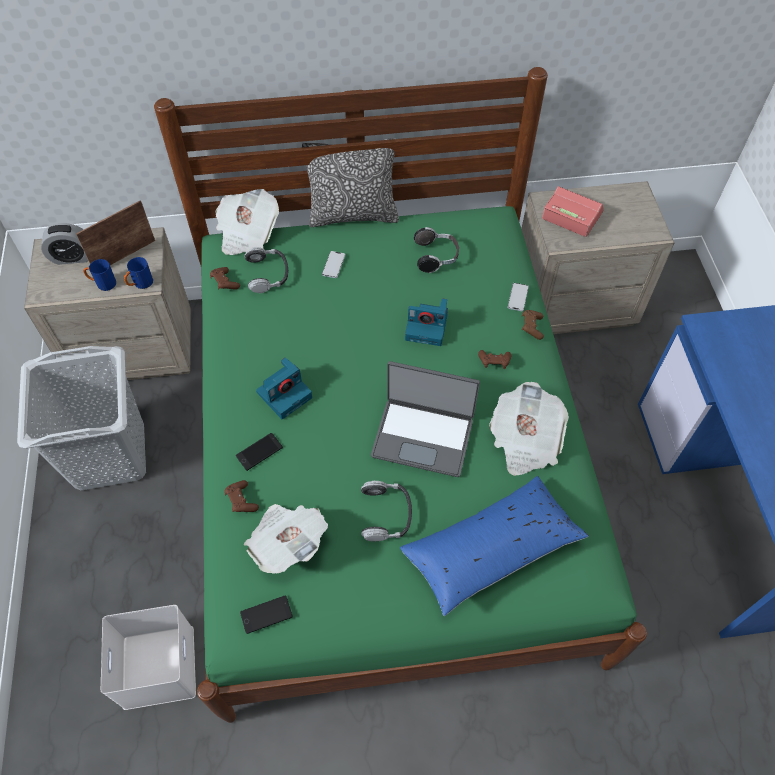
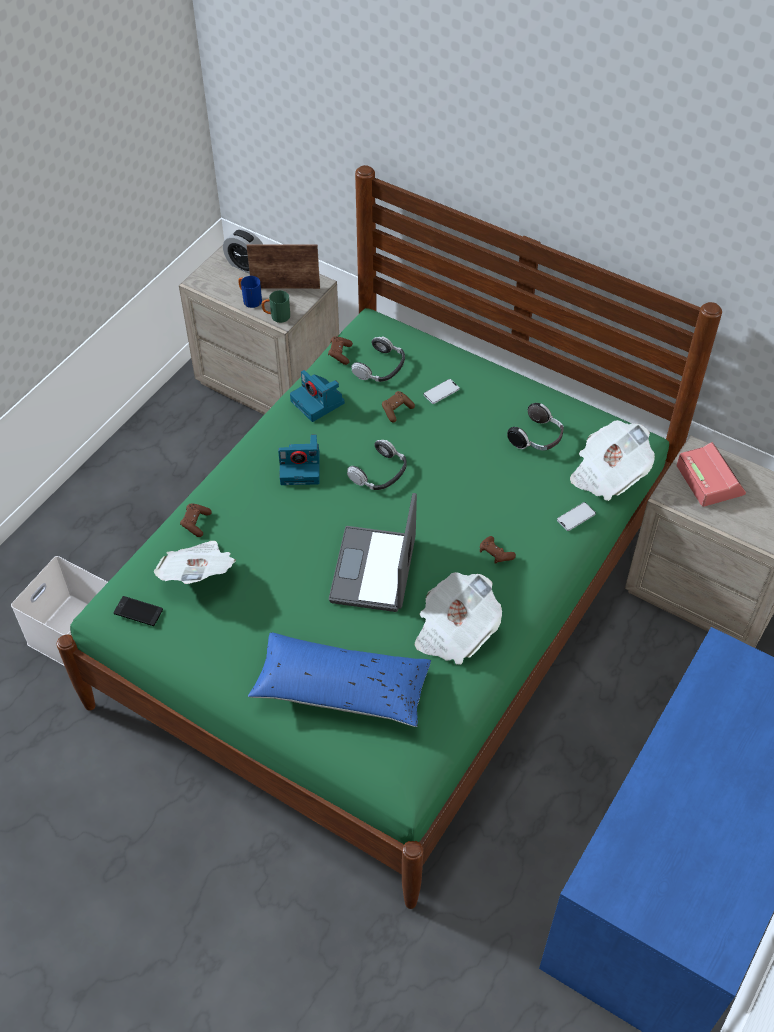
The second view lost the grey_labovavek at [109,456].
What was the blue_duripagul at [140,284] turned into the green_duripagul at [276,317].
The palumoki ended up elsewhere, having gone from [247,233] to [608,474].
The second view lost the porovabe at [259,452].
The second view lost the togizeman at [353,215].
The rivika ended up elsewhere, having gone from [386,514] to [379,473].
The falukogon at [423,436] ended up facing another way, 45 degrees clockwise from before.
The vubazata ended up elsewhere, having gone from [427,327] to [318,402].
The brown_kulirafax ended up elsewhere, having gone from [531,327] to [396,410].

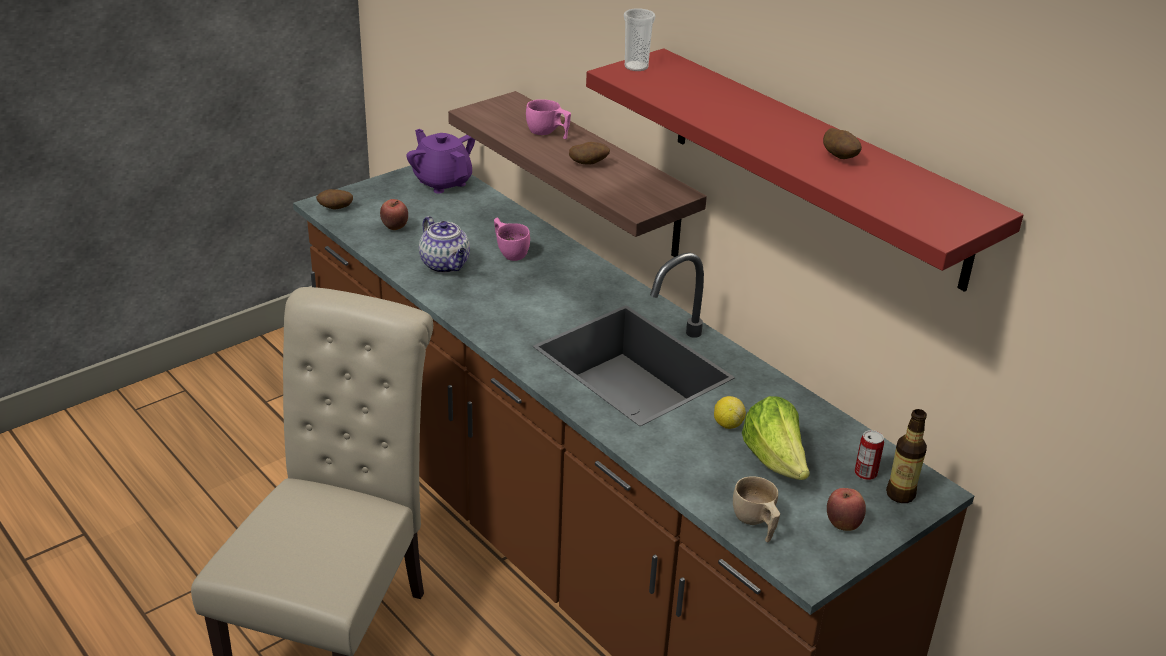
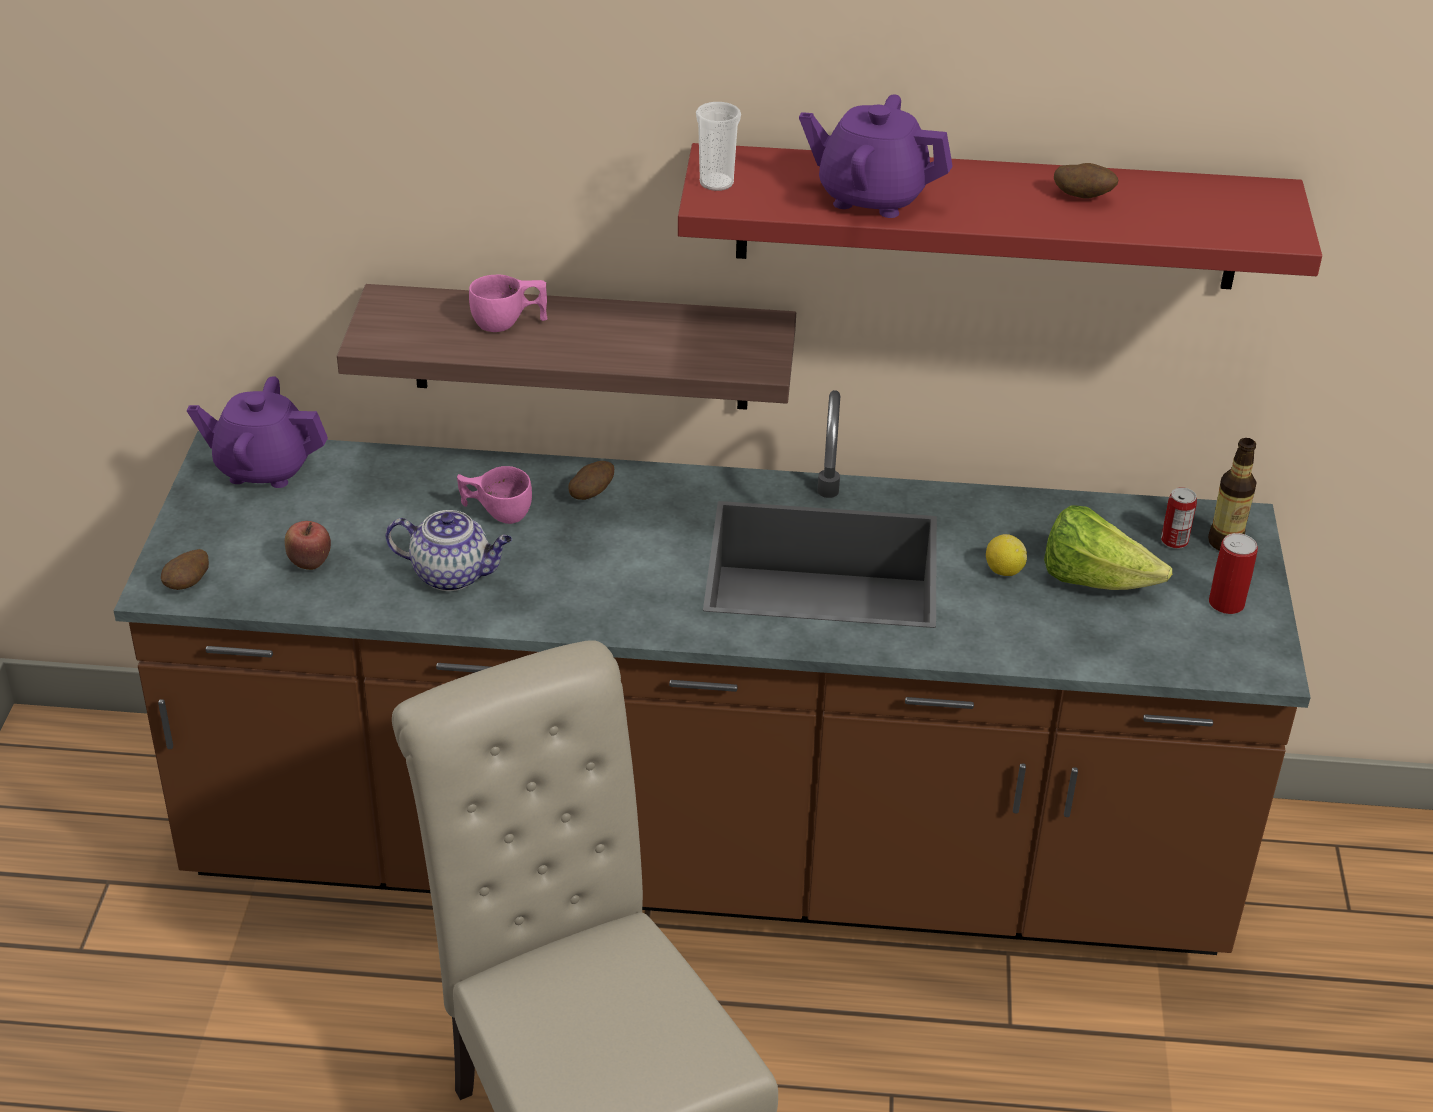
The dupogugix ended up elsewhere, having gone from [589,164] to [591,494].
The second view lost the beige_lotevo at [755,523].
Where the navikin stood at [842,524], the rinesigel came to stand at [1226,603].
The second view gained the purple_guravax at [871,196].

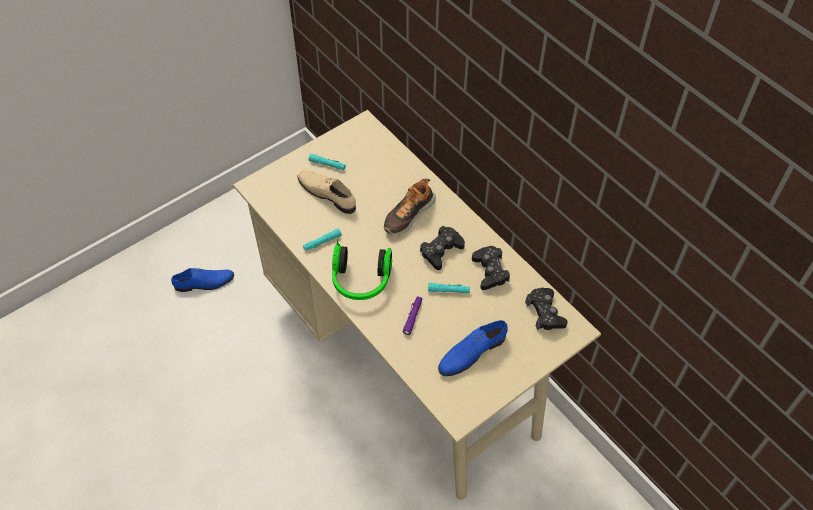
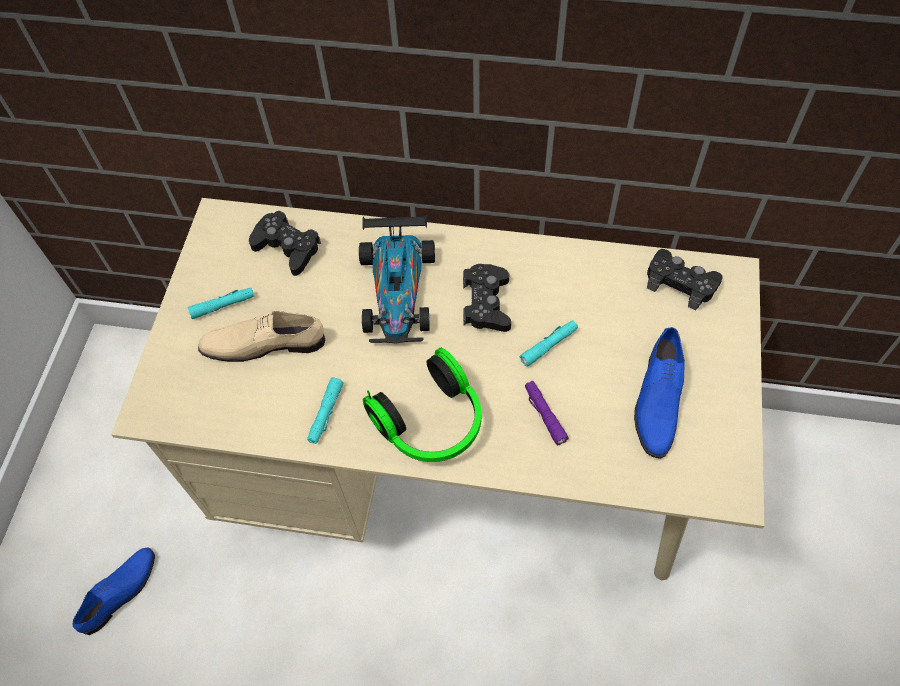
Where the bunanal stood at [408,214], the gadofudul came to stand at [398,290].
The black_kulirafax ended up elsewhere, having gone from [490,271] to [287,248].

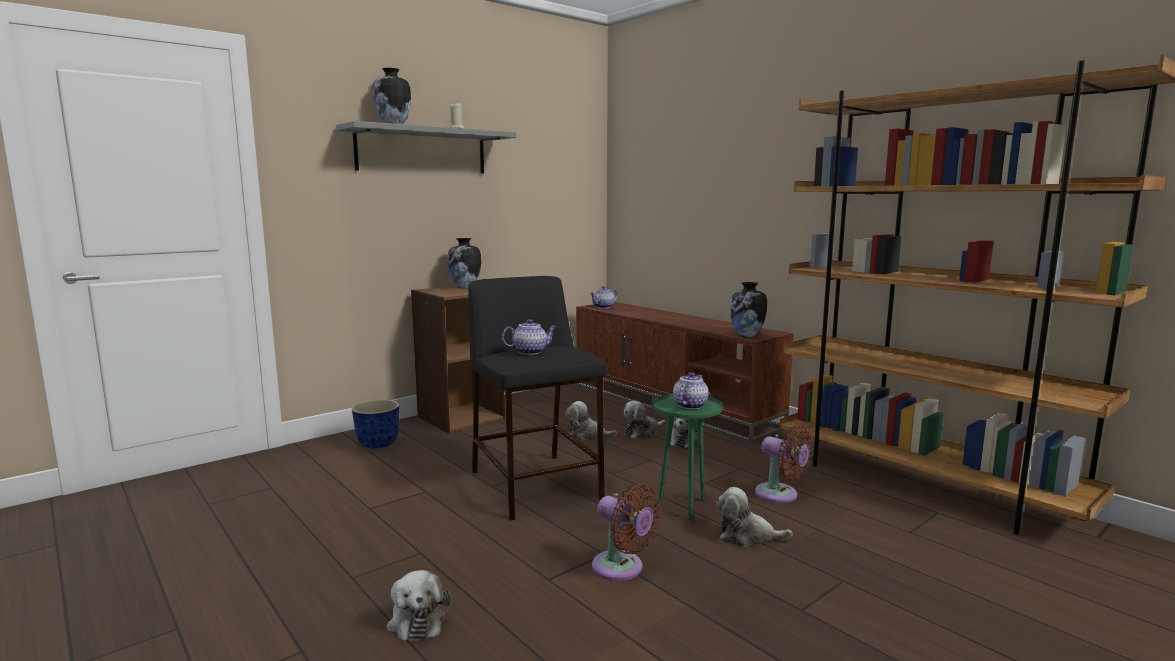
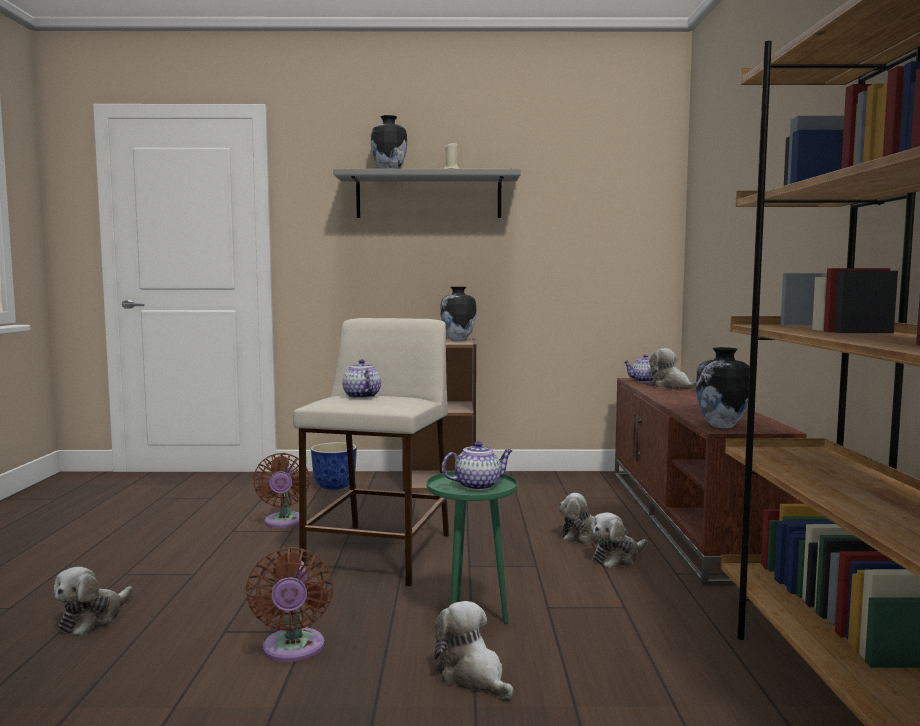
What was the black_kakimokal at [536,485] turned into the beige_kakimokal at [379,554].
The guravax at [530,351] ended up facing another way, 135 degrees counterclockwise from before.
The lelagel ended up elsewhere, having gone from [587,435] to [671,387].
The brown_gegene ended up elsewhere, having gone from [780,495] to [284,522].

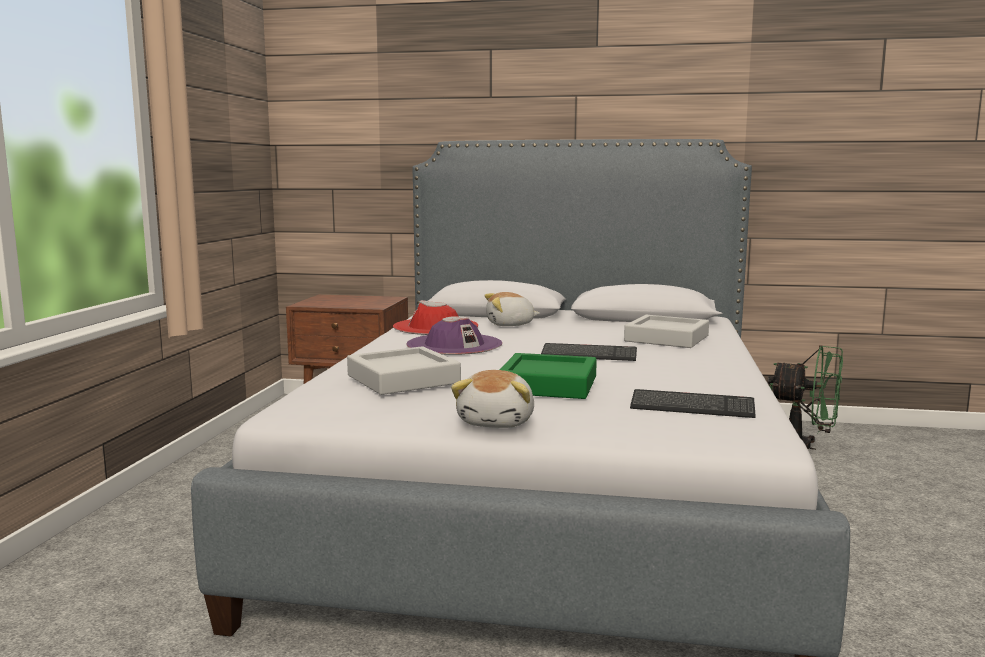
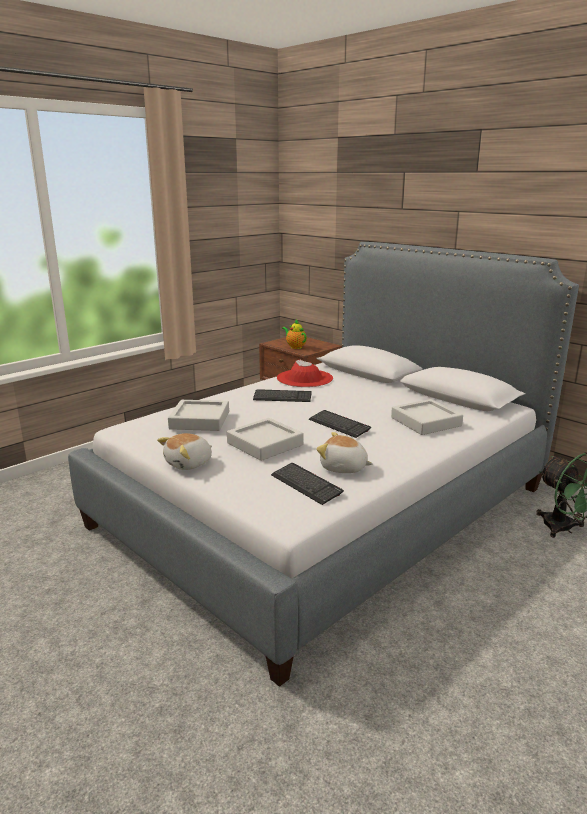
Where the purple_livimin stood at [454,344], the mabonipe came to stand at [282,397].
The lelagel ended up elsewhere, having gone from [510,325] to [343,468].
What was the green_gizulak at [548,385] turned into the grey_gizulak at [265,444].
The second view gained the guravax at [295,347].

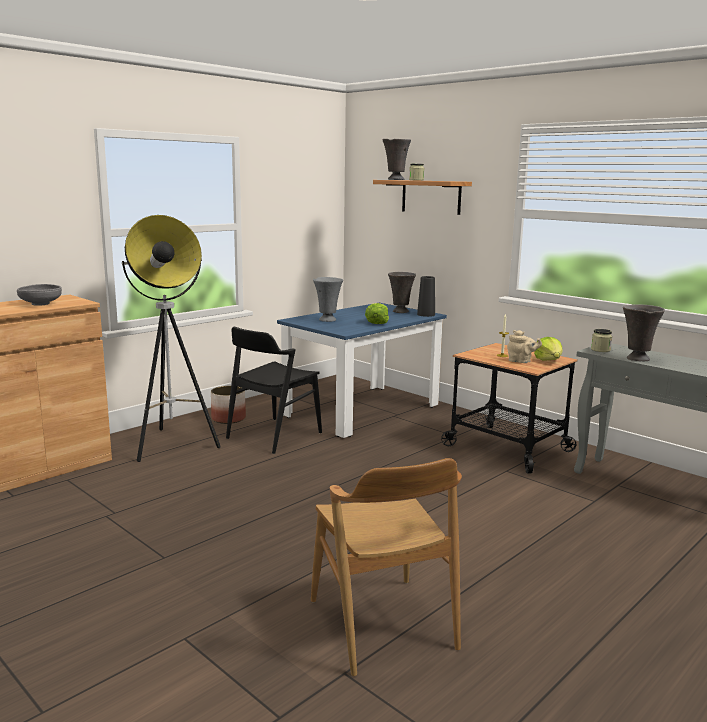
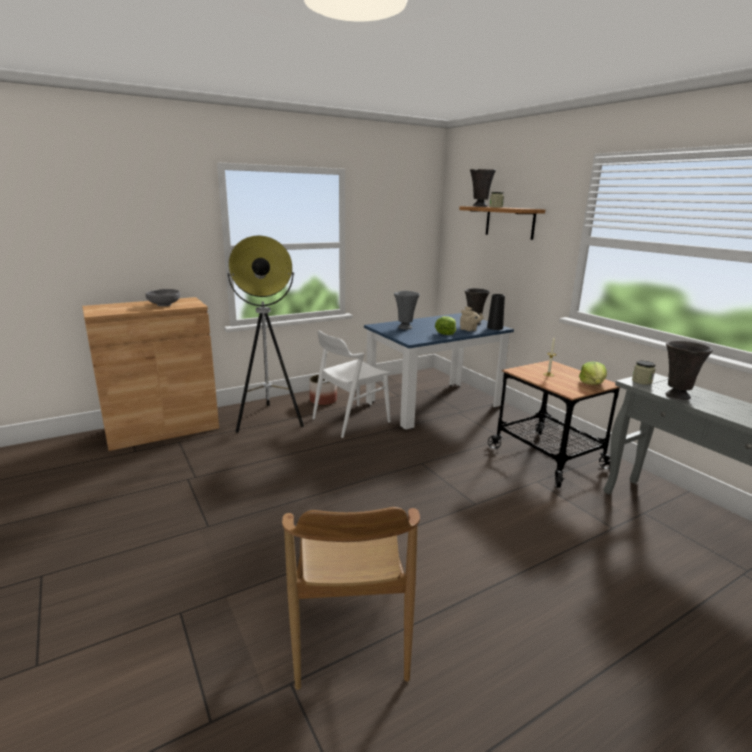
What was the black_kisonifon at [273,435] turned into the white_kisonifon at [350,420].
The beige_guravax ended up elsewhere, having gone from [521,361] to [469,330].

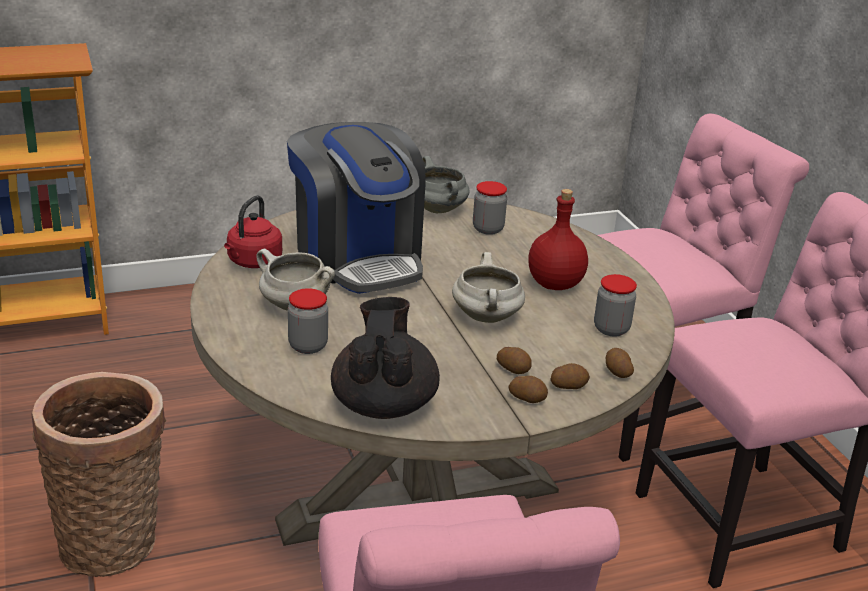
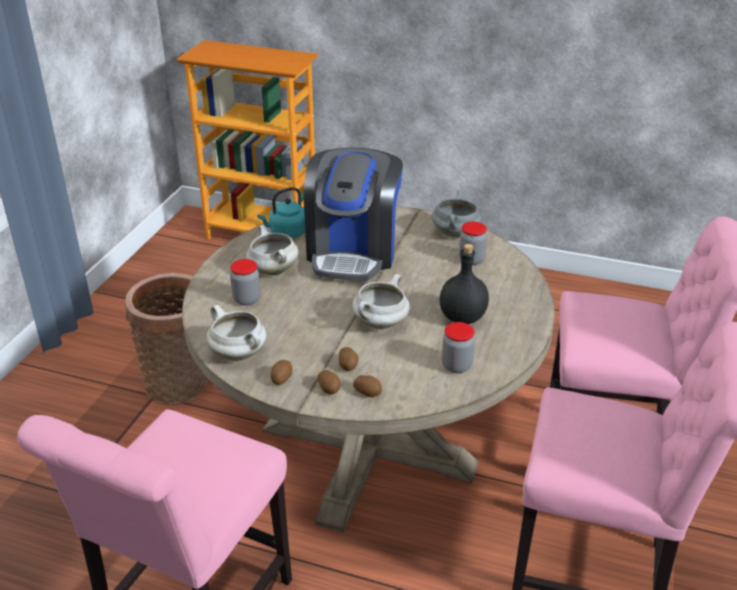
What was the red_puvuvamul at [253,262] turned into the turquoise_puvuvamul at [287,233].
Where the black_guravax stood at [383,404], the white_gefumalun came to stand at [239,354].
What was the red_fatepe at [556,284] turned into the black_fatepe at [463,318].
The dupogugix ended up elsewhere, having gone from [617,372] to [281,378].

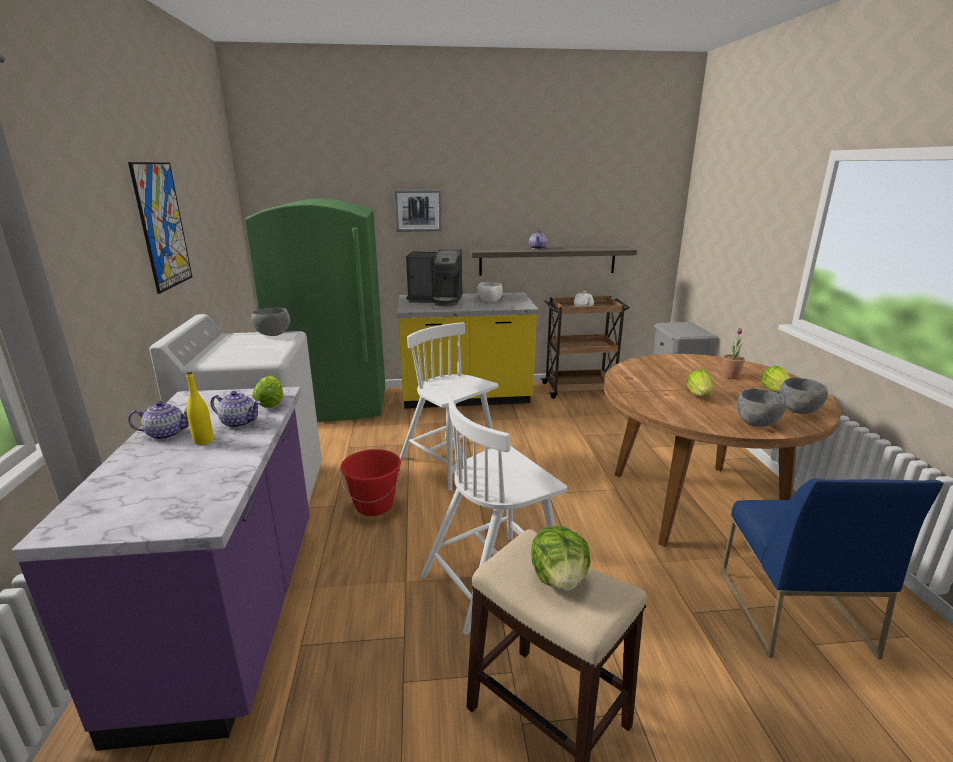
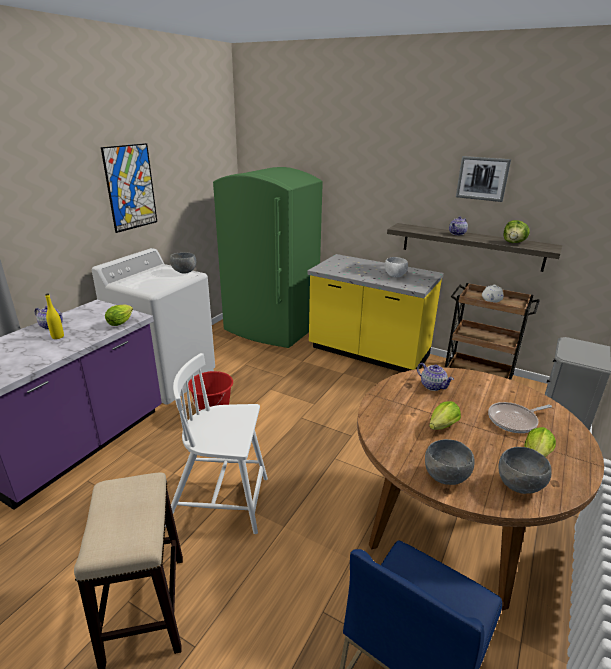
The guravax ended up elsewhere, having gone from [239,422] to [432,386].
The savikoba ended up elsewhere, having gone from [418,210] to [482,178].
The second view lost the white_kisonifon at [450,463].
The second view lost the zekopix at [437,300].
The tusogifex ended up elsewhere, having gone from [559,579] to [513,243].
Where the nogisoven stood at [730,376], the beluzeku came to stand at [514,420].

